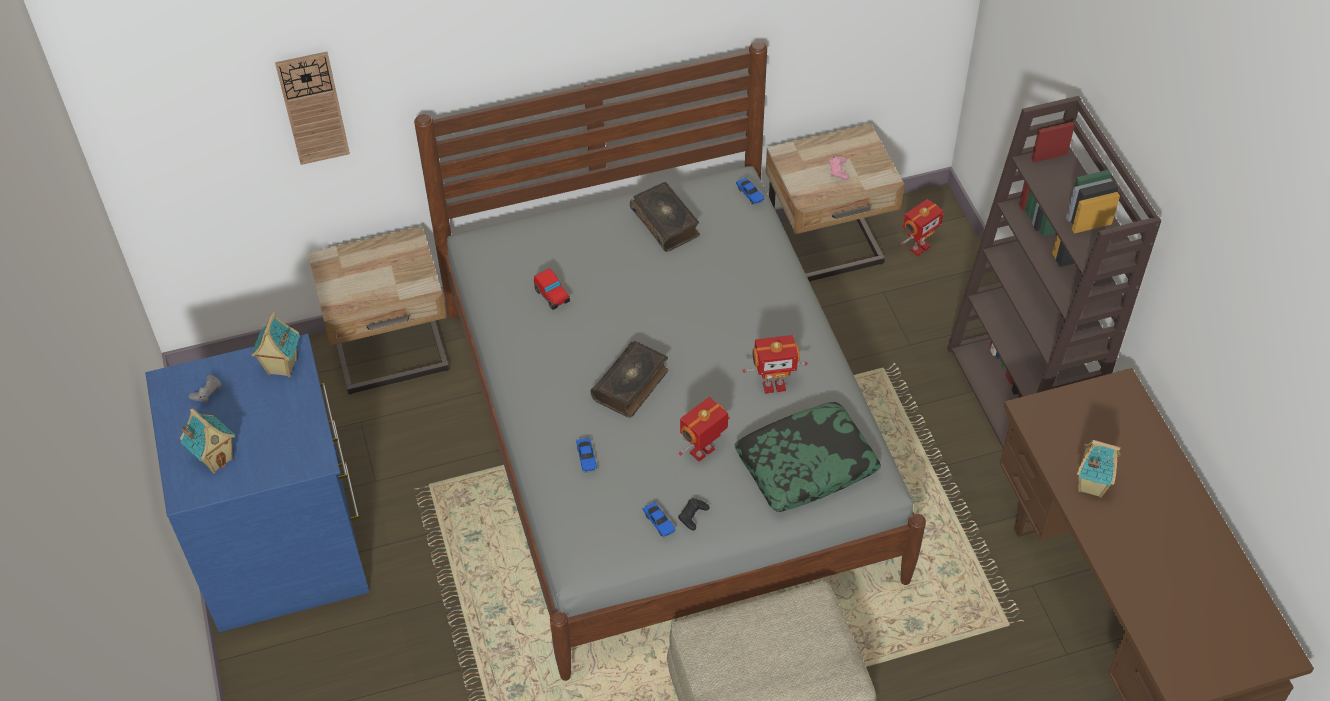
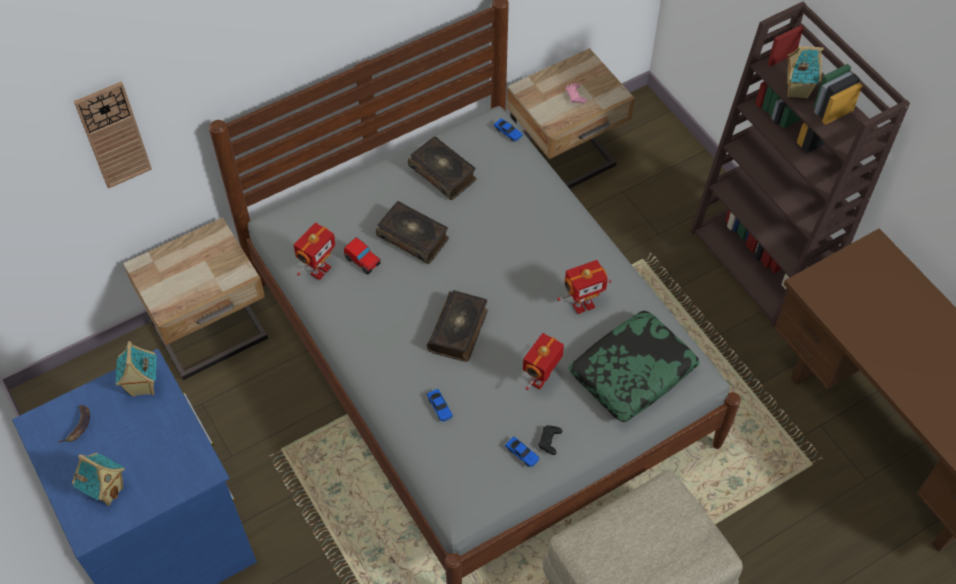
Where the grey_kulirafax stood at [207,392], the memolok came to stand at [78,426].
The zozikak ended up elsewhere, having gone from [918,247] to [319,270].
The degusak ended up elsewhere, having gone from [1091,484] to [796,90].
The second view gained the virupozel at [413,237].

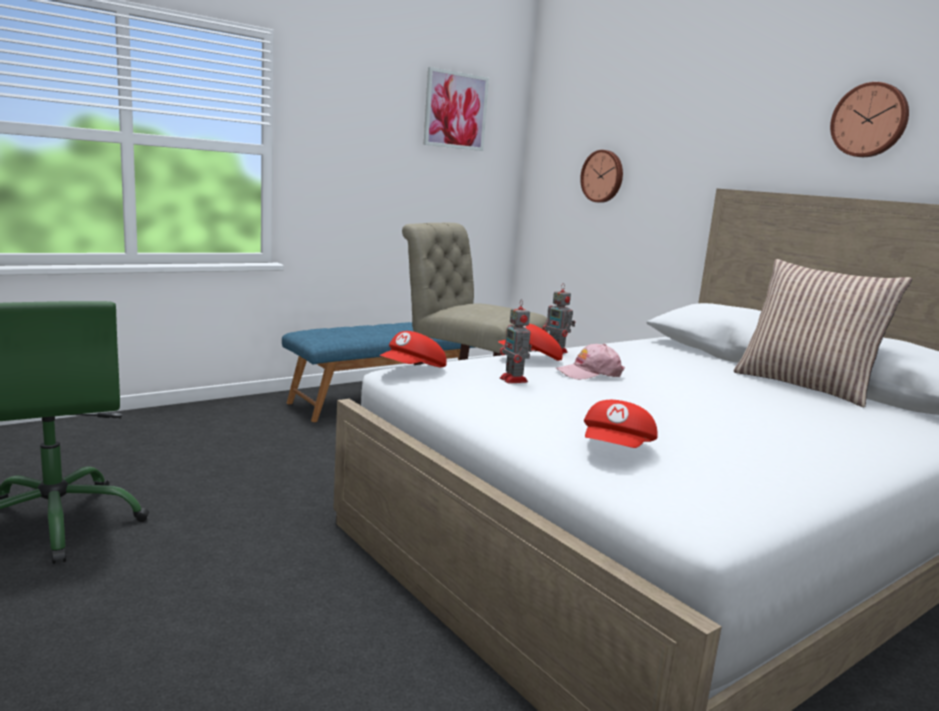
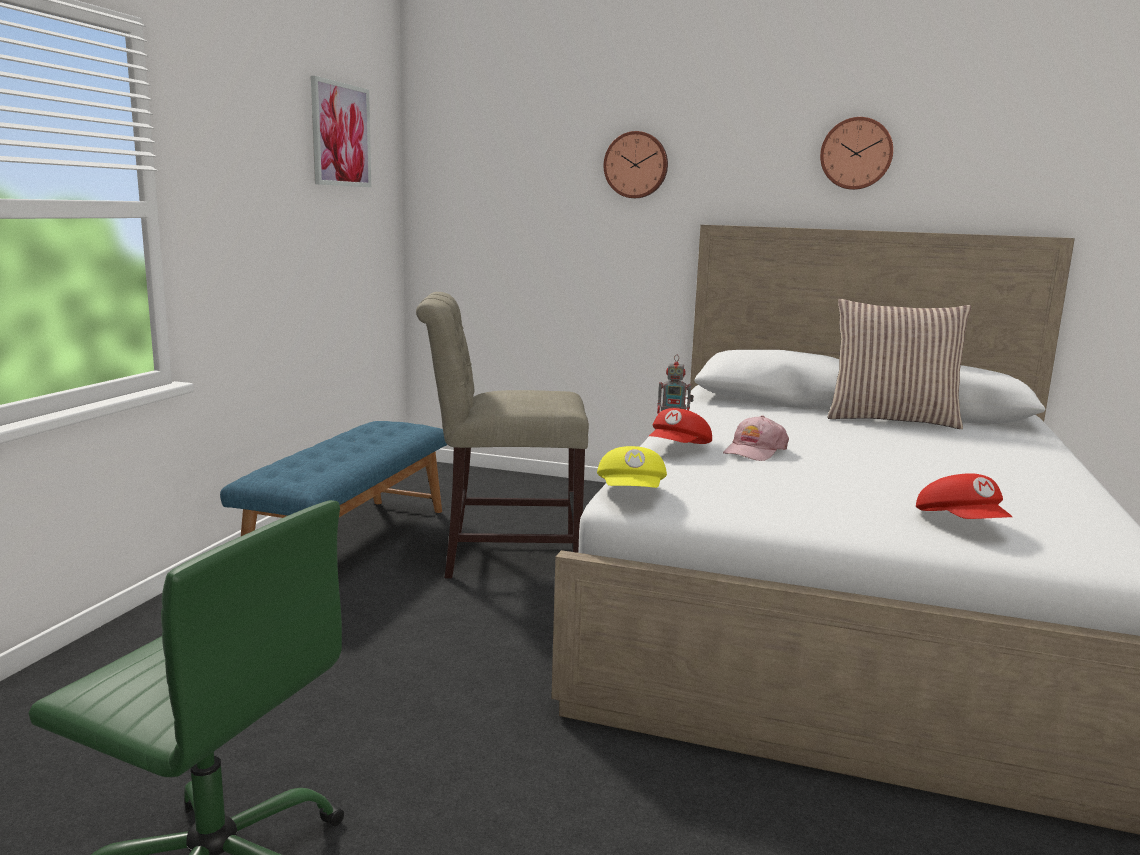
What was the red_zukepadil at [413,370] turned into the yellow_zukepadil at [632,494].
The second view lost the zozikak at [514,380].
The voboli ended up elsewhere, having gone from [603,176] to [636,165].

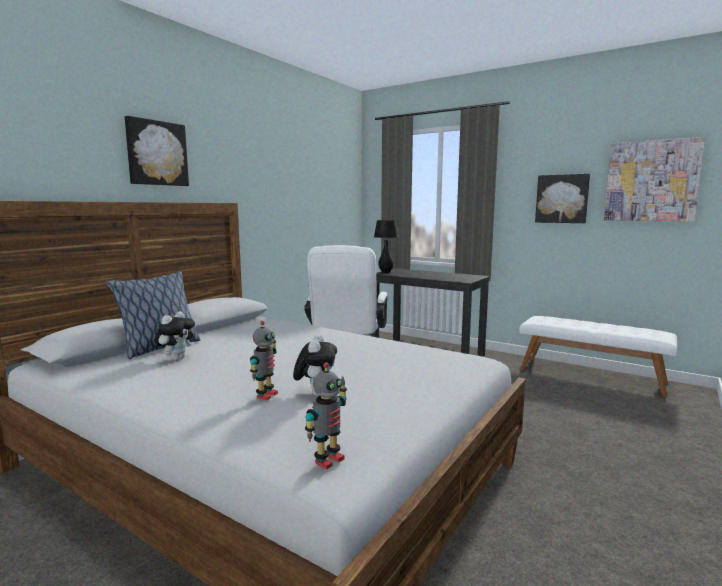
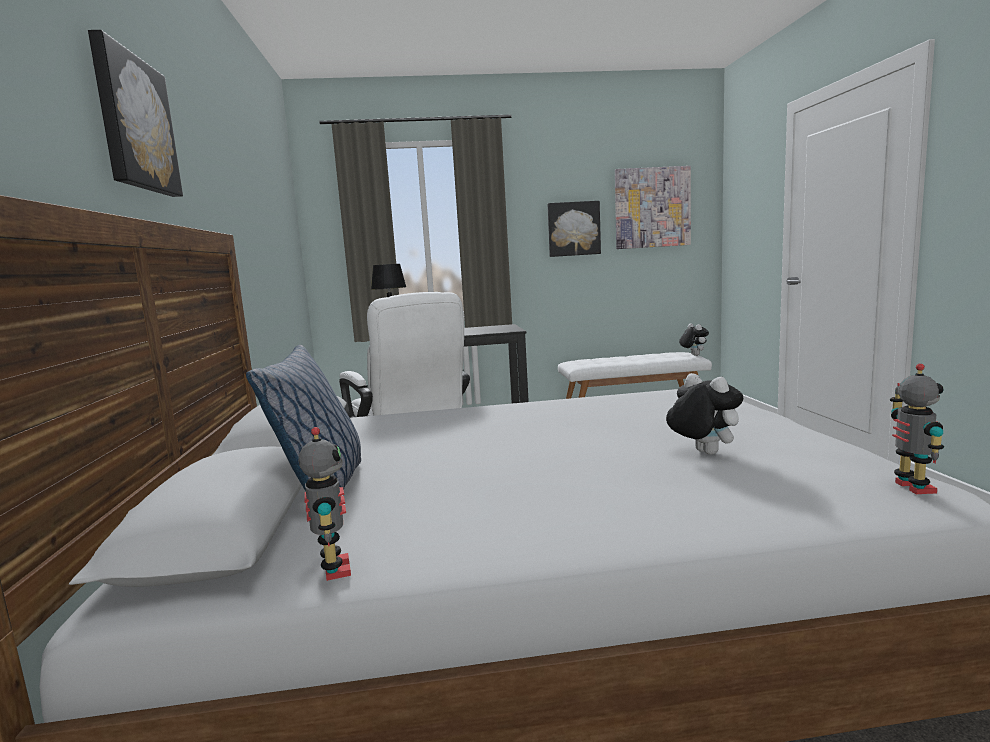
The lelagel ended up elsewhere, having gone from [177,358] to [693,355].
The zozikak ended up elsewhere, having gone from [265,395] to [333,570].

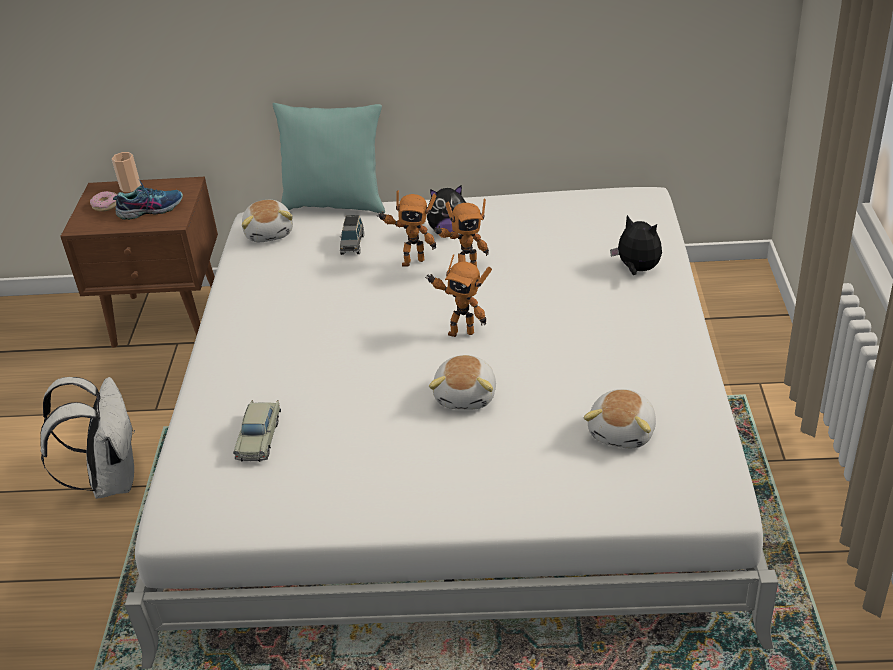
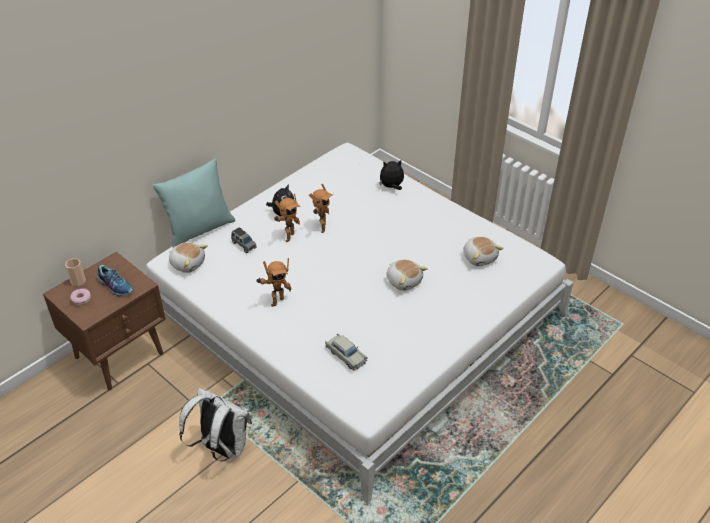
The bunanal at [151,209] ended up facing another way, 105 degrees clockwise from before.
The zozikak ended up elsewhere, having gone from [461,332] to [276,301].

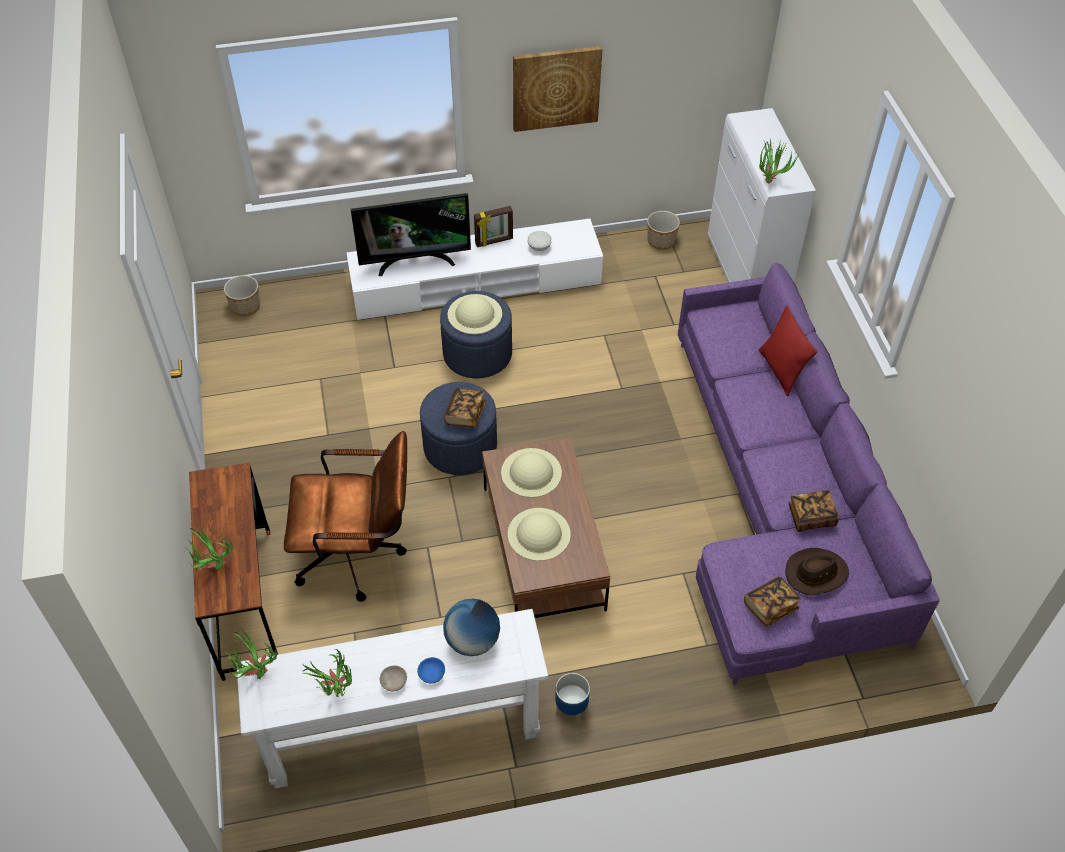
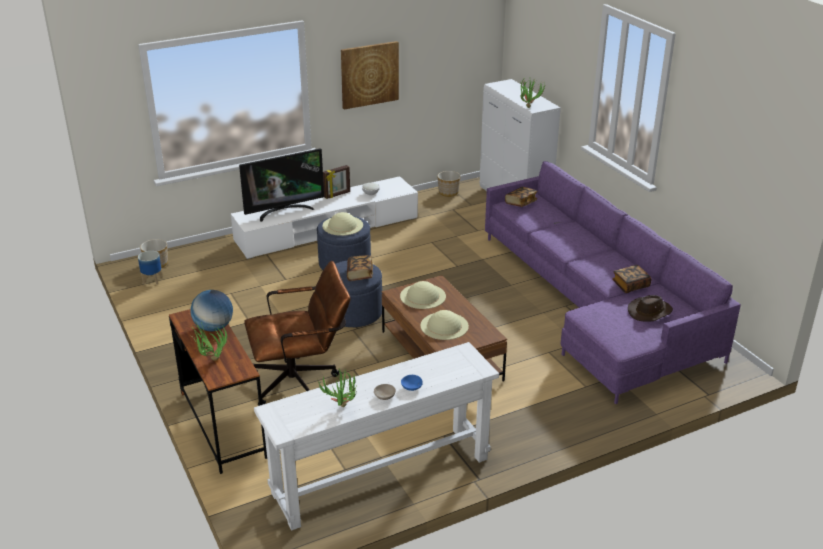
The second view lost the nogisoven at [255,674].
The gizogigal ended up elsewhere, having gone from [472,641] to [214,327].
The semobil ended up elsewhere, having gone from [571,709] to [152,280].
The virupozel ended up elsewhere, having gone from [770,607] to [520,203].
The second view lost the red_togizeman at [781,371].

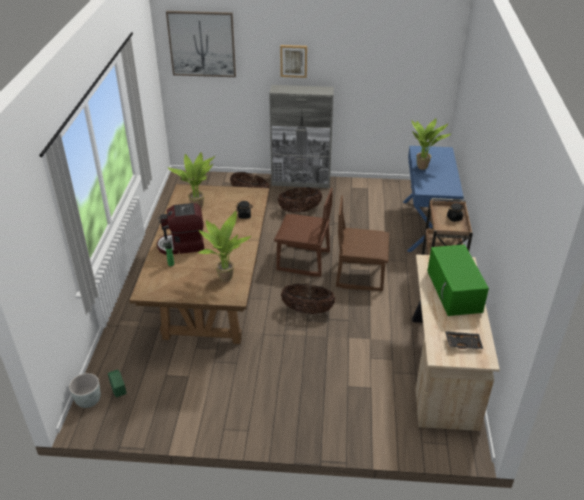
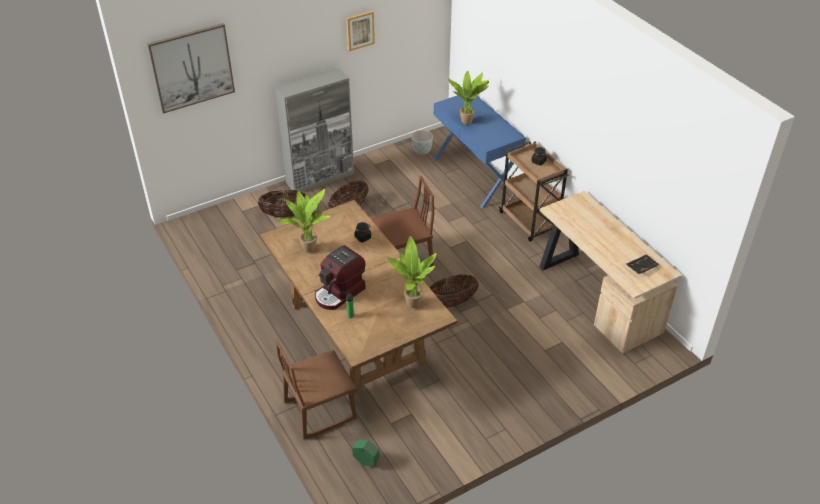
The grey_semobil ended up elsewhere, having gone from [88,400] to [421,151].
The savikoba ended up elsewhere, having gone from [293,61] to [360,30].
The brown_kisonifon ended up elsewhere, having gone from [360,275] to [319,410].
The second view lost the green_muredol at [454,291].

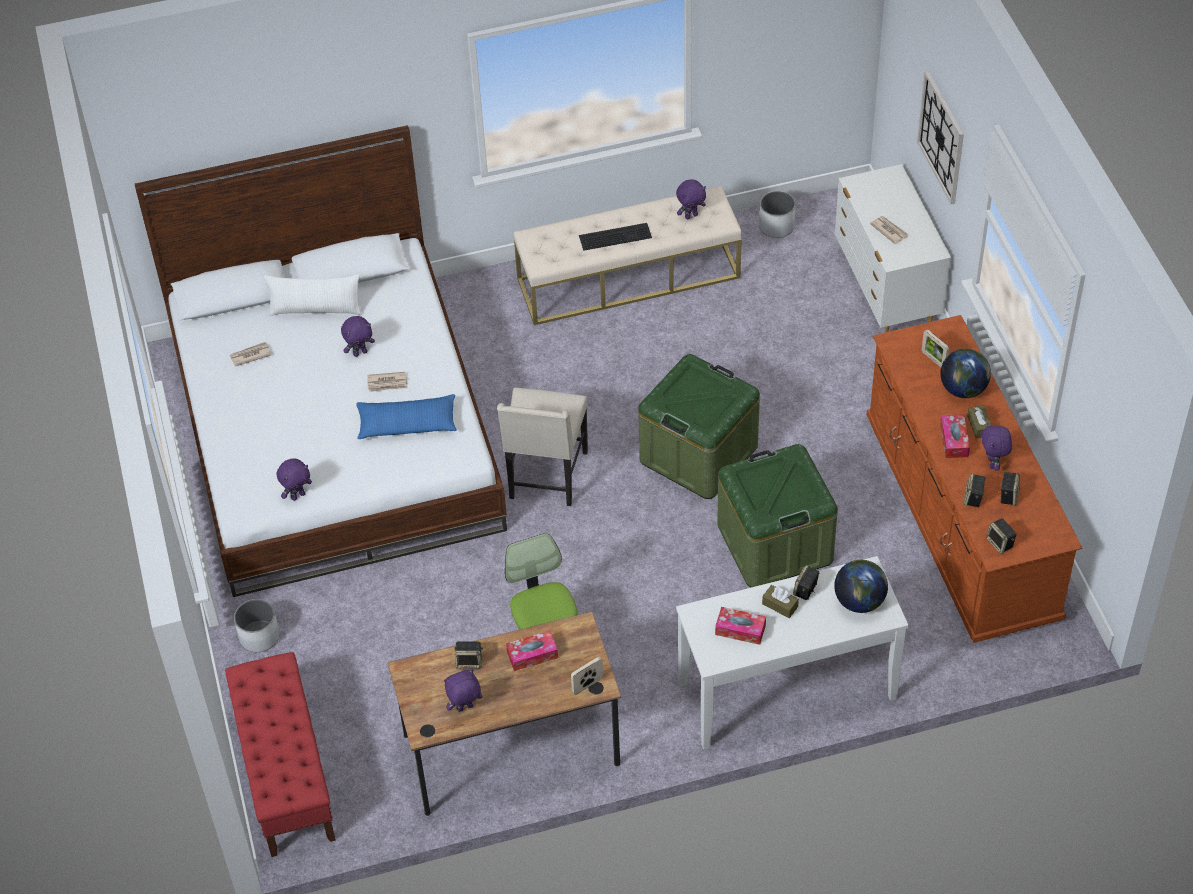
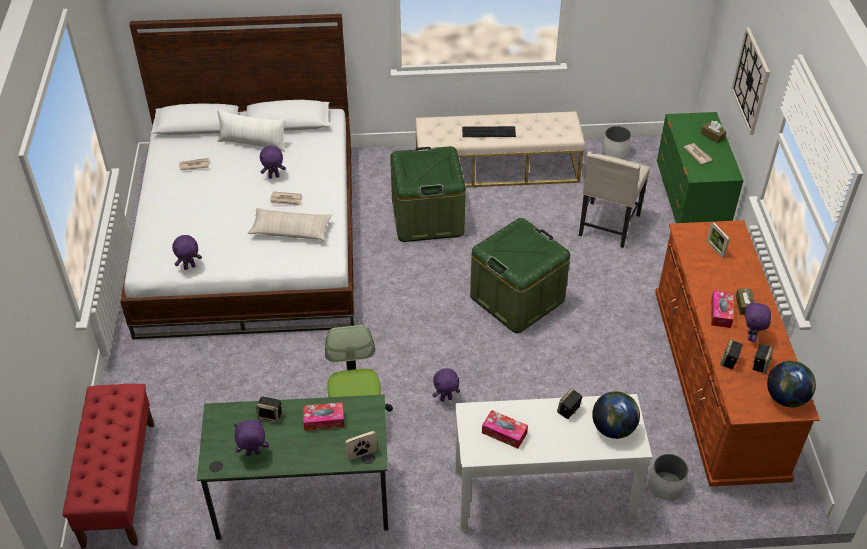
The white_semobil ended up elsewhere, having gone from [259,637] to [666,486].
What was the blue_togizeman at [407,424] turned into the beige_togizeman at [291,230].
What was the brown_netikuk at [511,749] turned into the green_netikuk at [303,499].
The beige_kisonifon ended up elsewhere, having gone from [546,477] to [607,226].
The purple_lelagel ended up elsewhere, having gone from [691,215] to [446,398].
The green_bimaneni ended up elsewhere, having gone from [775,543] to [427,218].
The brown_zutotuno ended up elsewhere, having gone from [780,605] to [712,136].
What was the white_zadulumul at [886,293] turned into the green_zadulumul at [688,210].
The gizogigal ended up elsewhere, having gone from [963,389] to [786,398].
The second view lost the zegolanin at [1000,543].

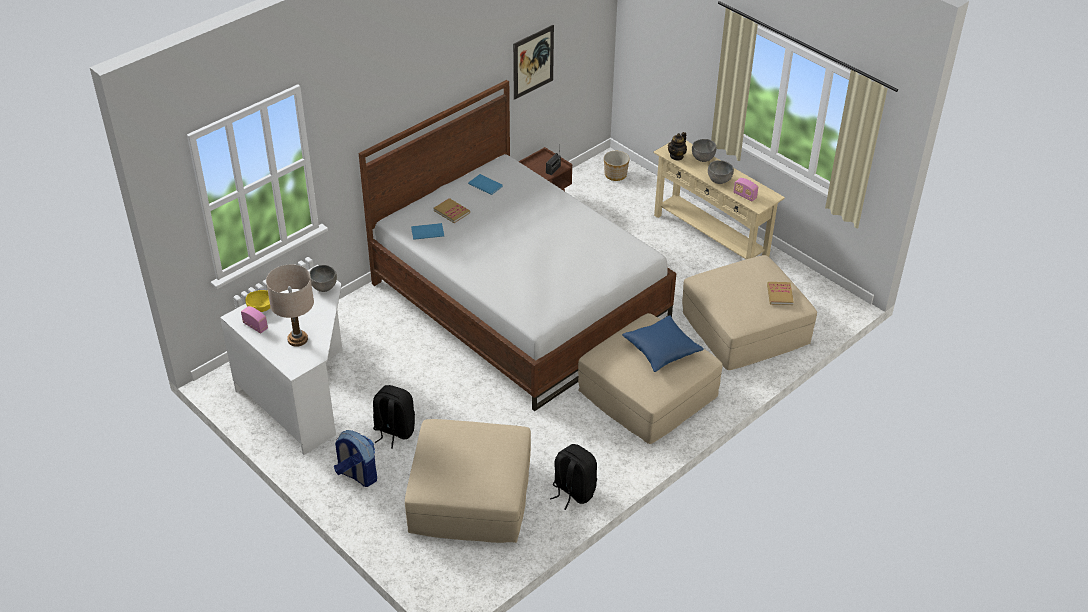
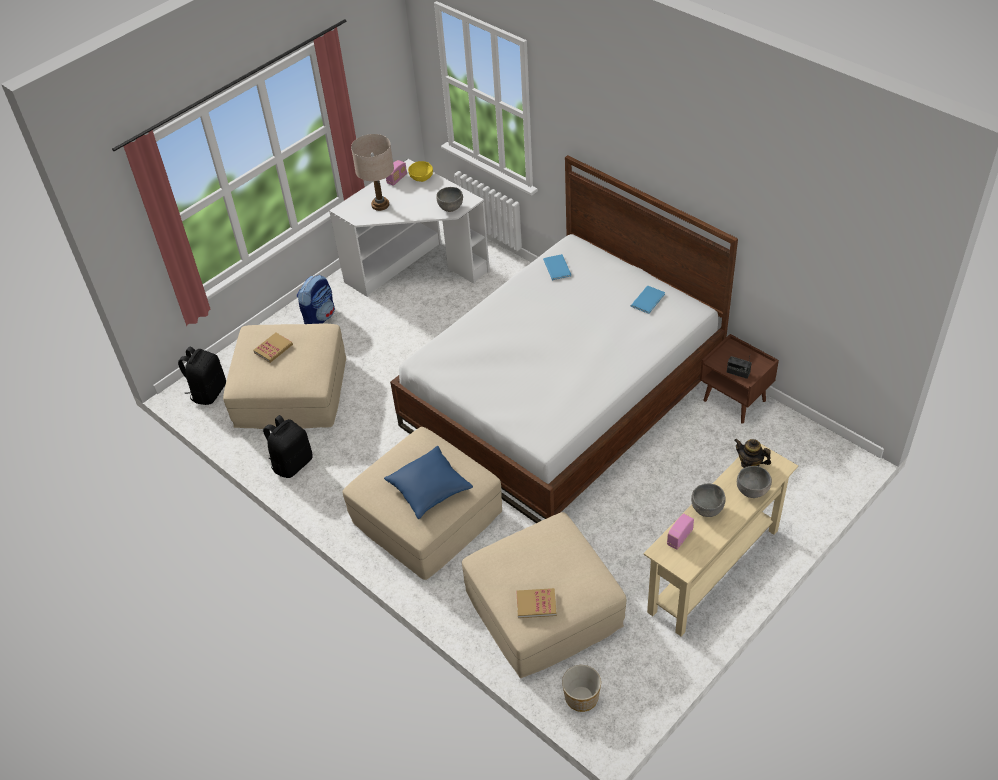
The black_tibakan ended up elsewhere, having gone from [393,431] to [208,392].
The virupozel ended up elsewhere, having gone from [451,212] to [273,348].
The second view lost the savikoba at [533,62].
The semobil ended up elsewhere, having gone from [615,175] to [581,697].

